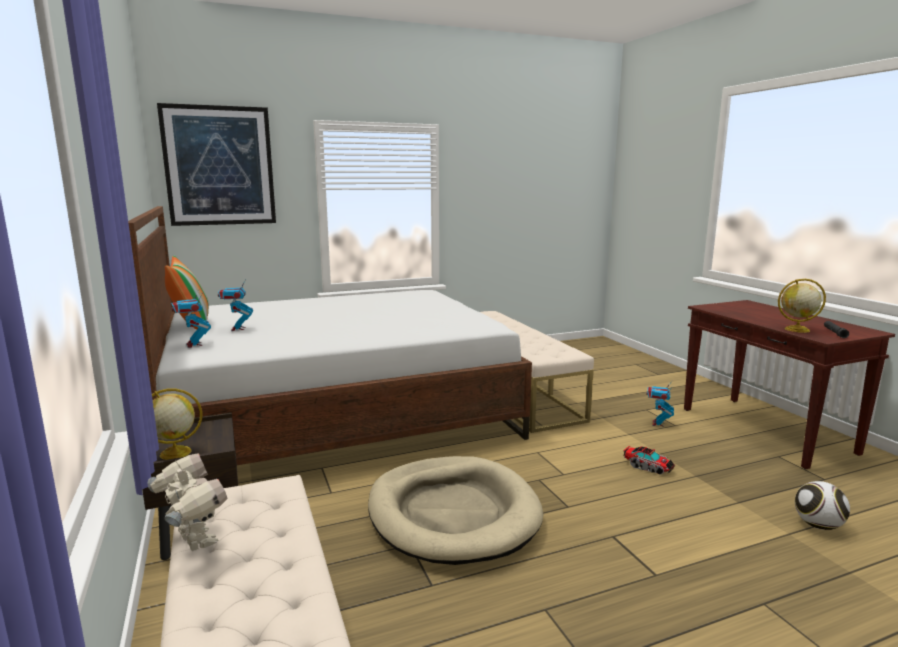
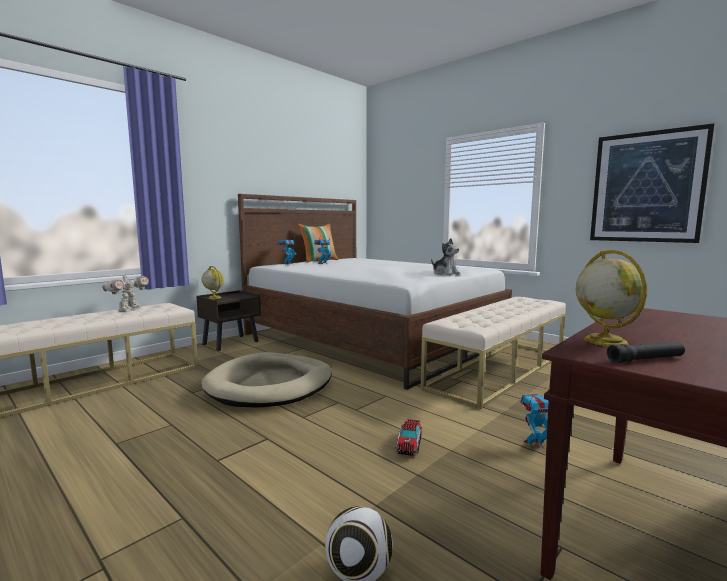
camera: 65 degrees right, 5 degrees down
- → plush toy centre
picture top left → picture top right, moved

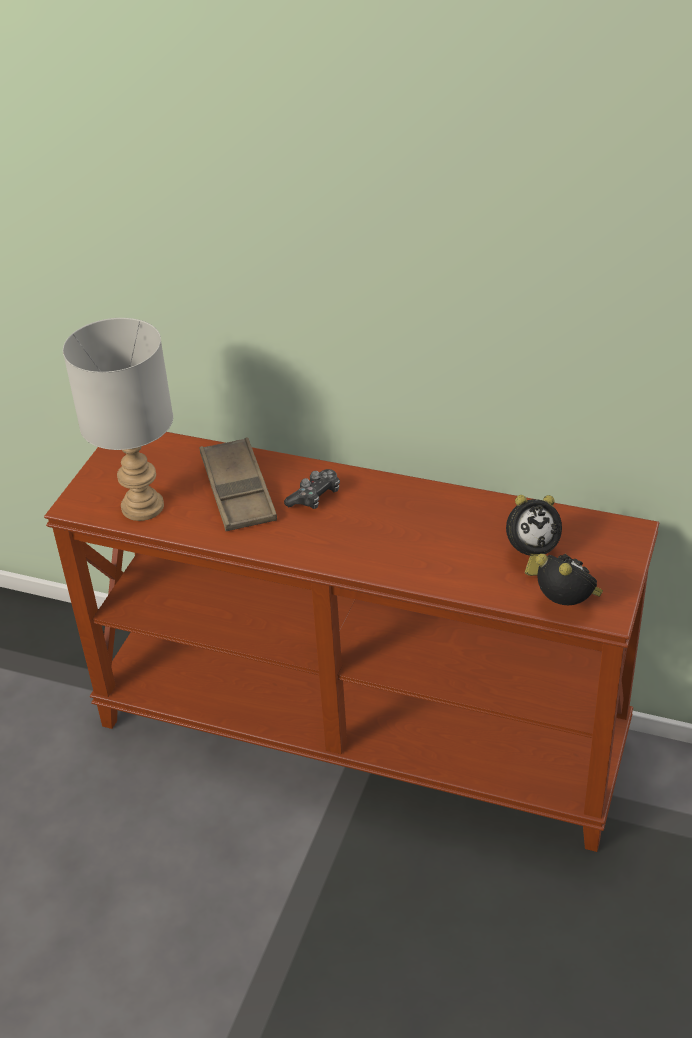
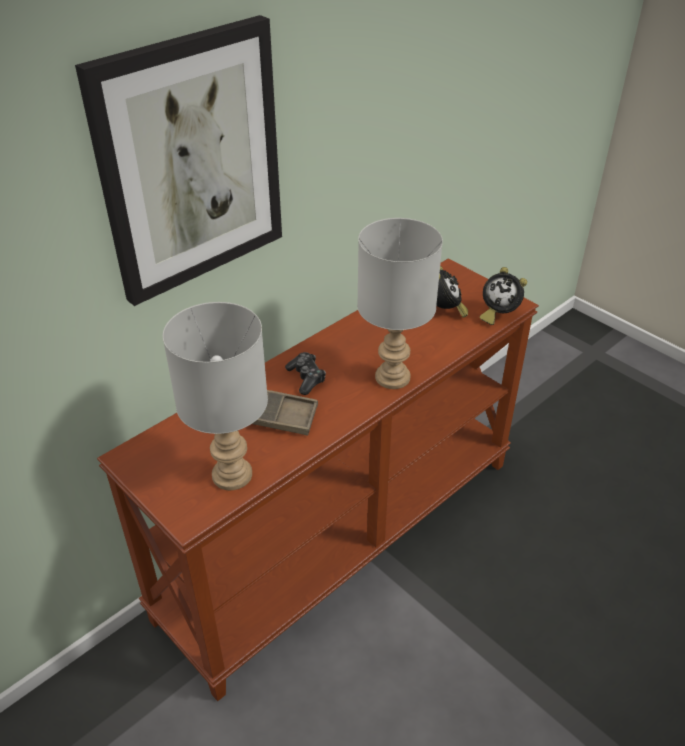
camera: 65 degrees left, 0 degrees up
- → picture top left
- → greyish lamp for a table (2nd from left) centre
bedside clock (2nd from left) middle right, 135 degrees counterclockwise

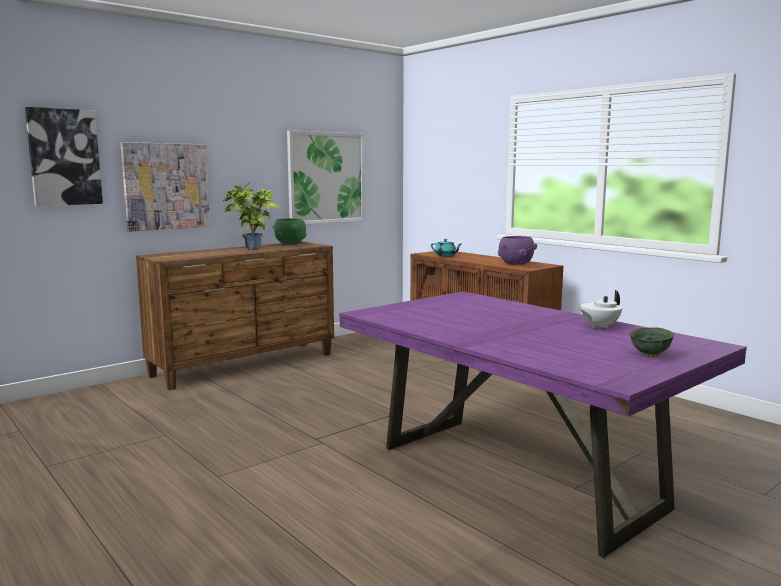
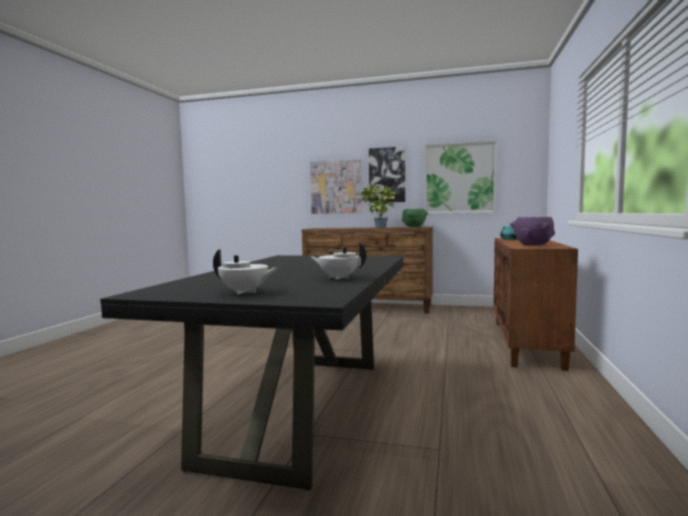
camera: 55 degrees right, 5 degrees down
picture (1st from left in the first image) top left → picture (2nd from left) centre, moved
green bowl (2nd from left) middle right → white-coloured teapot (1st from left) centre
purple kitchen table bottom right → black-coloured kitchen table bottom centre

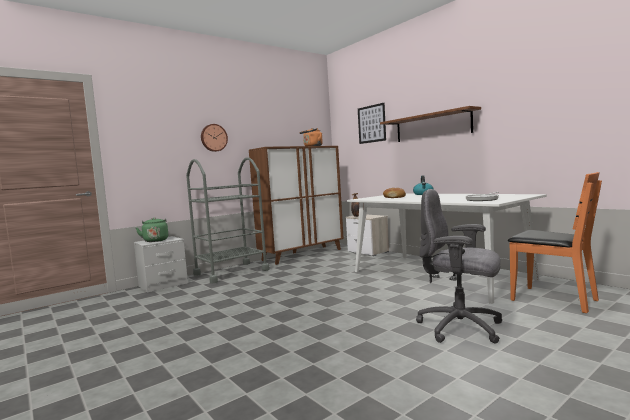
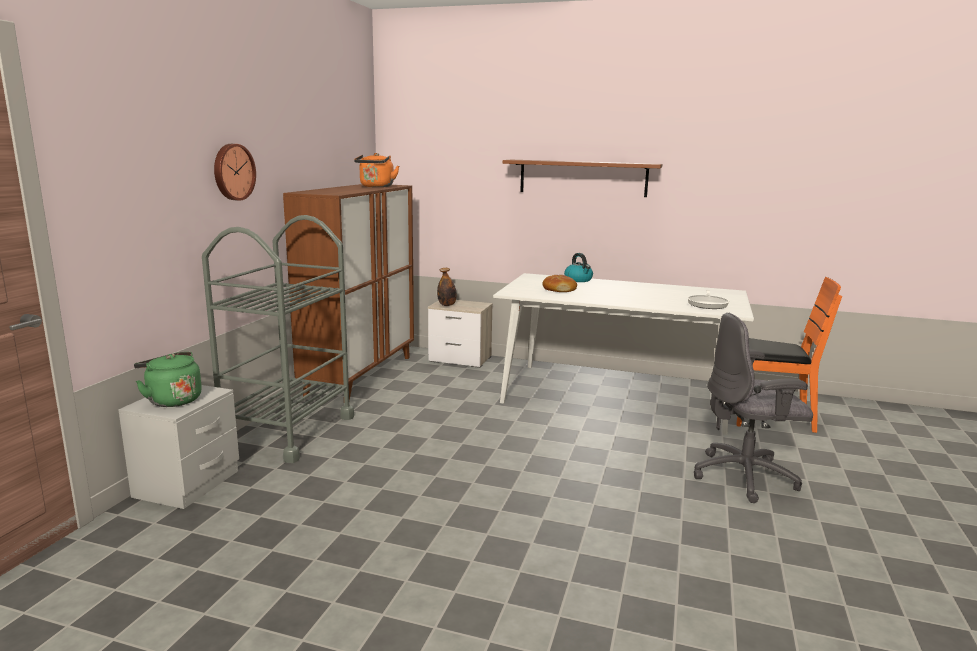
camera: 35 degrees left, 10 degrees up
picture top centre → -

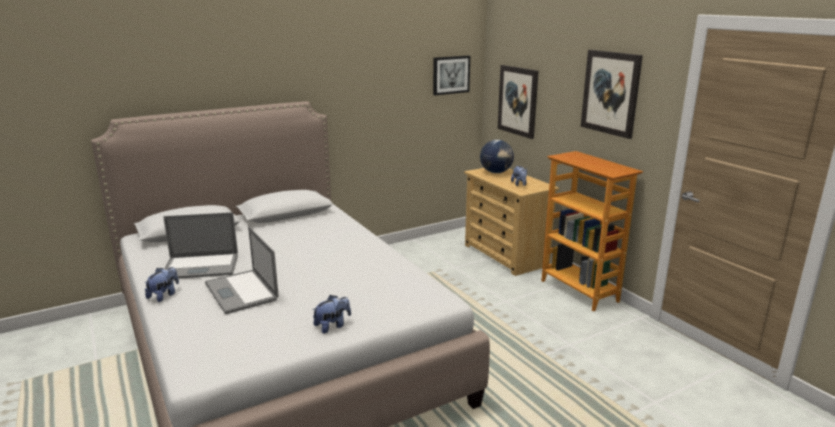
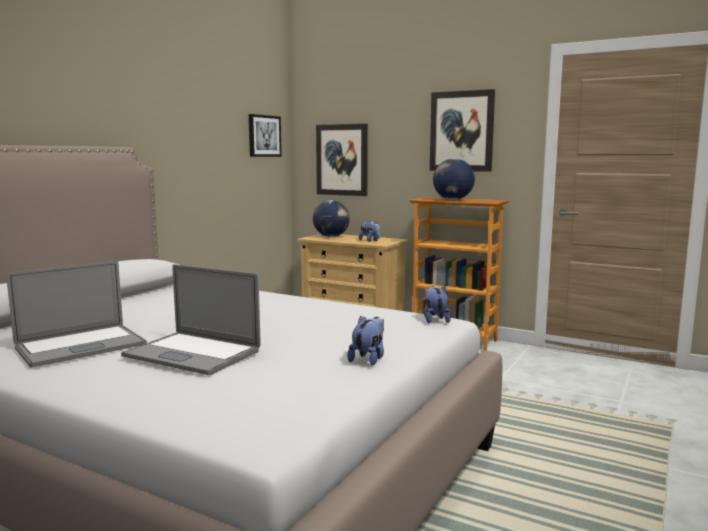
camera: 30 degrees left, 10 degrees down
- → world globe (2nd from left) centre
plush toy (1st from left in the first image) middle left → plush toy (3rd from left) centre, moved

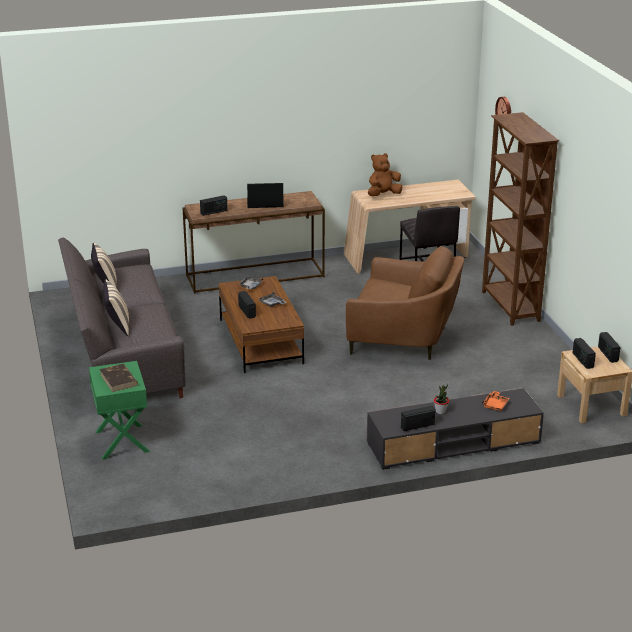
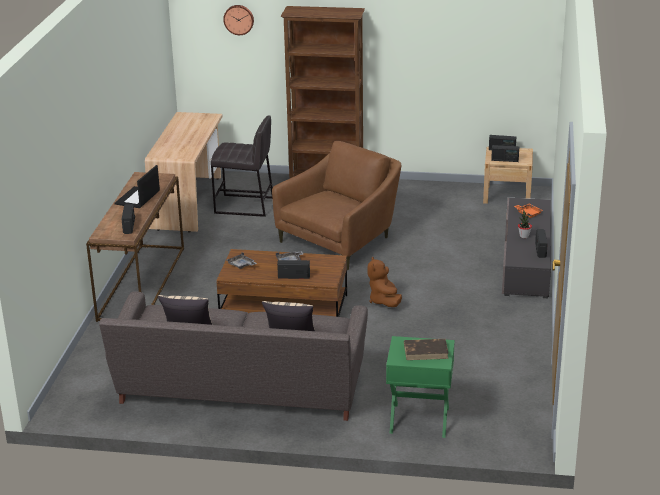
camera: 65 degrees left, 0 degrees up
brown plush toy top centre → brown plush toy centre, moved

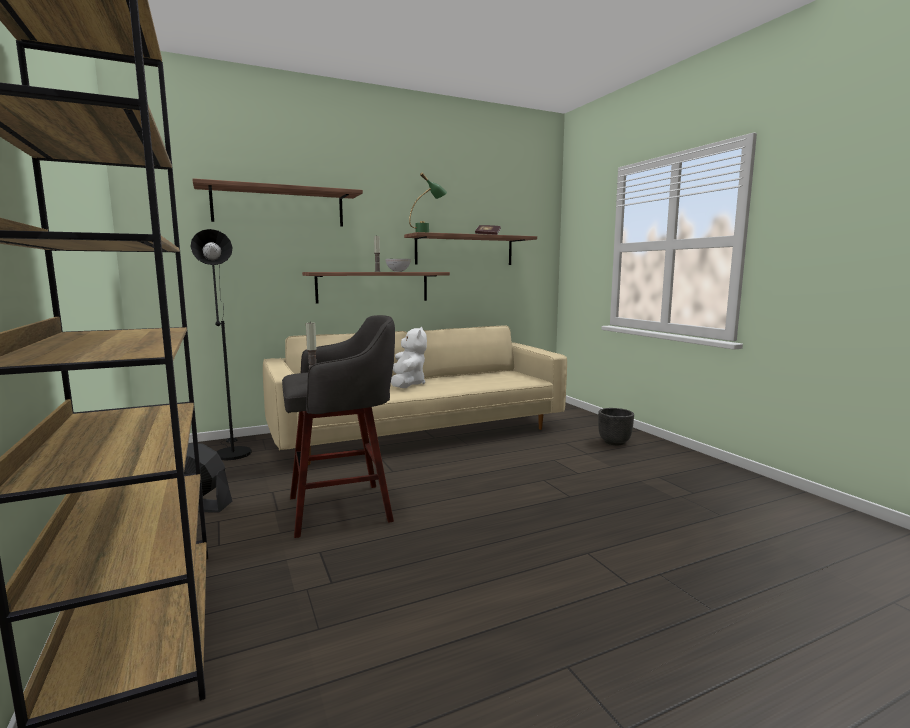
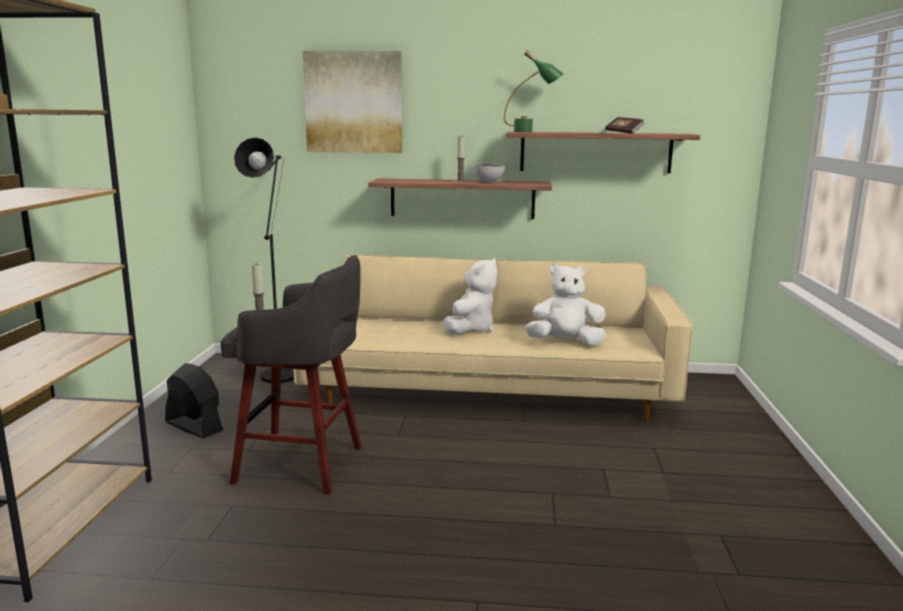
camera: 30 degrees right, 5 degrees up
black-coloured planter middle right → -
- → white-coloured plush toy (2nd from left) centre
bracket shelf (1st from left) top left → picture top centre

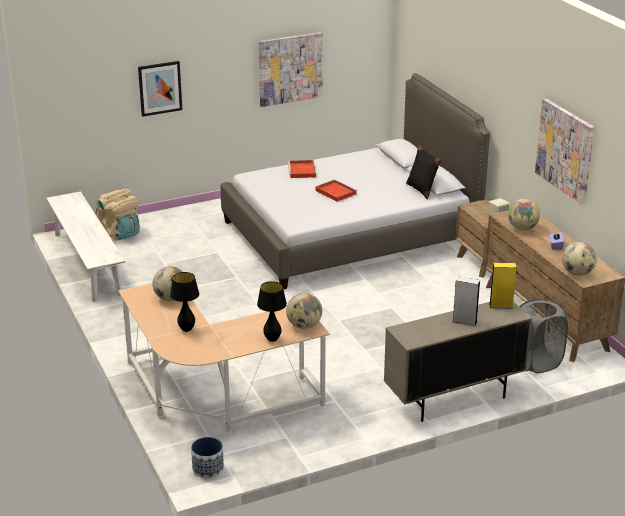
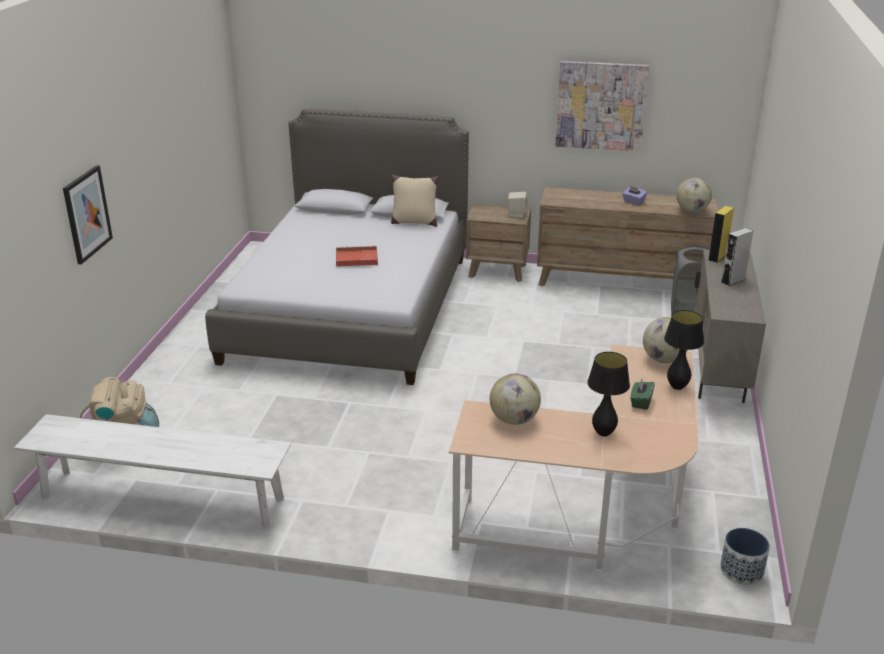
camera: 55 degrees left, 0 degrees up
picture (2nd from left) top centre → -
red carrying tray (1st from left) top centre → -
world globe (3rd from left) middle right → -
- → green tissue box middle right
black-coloured cushion middle right → beige-coloured cushion top centre

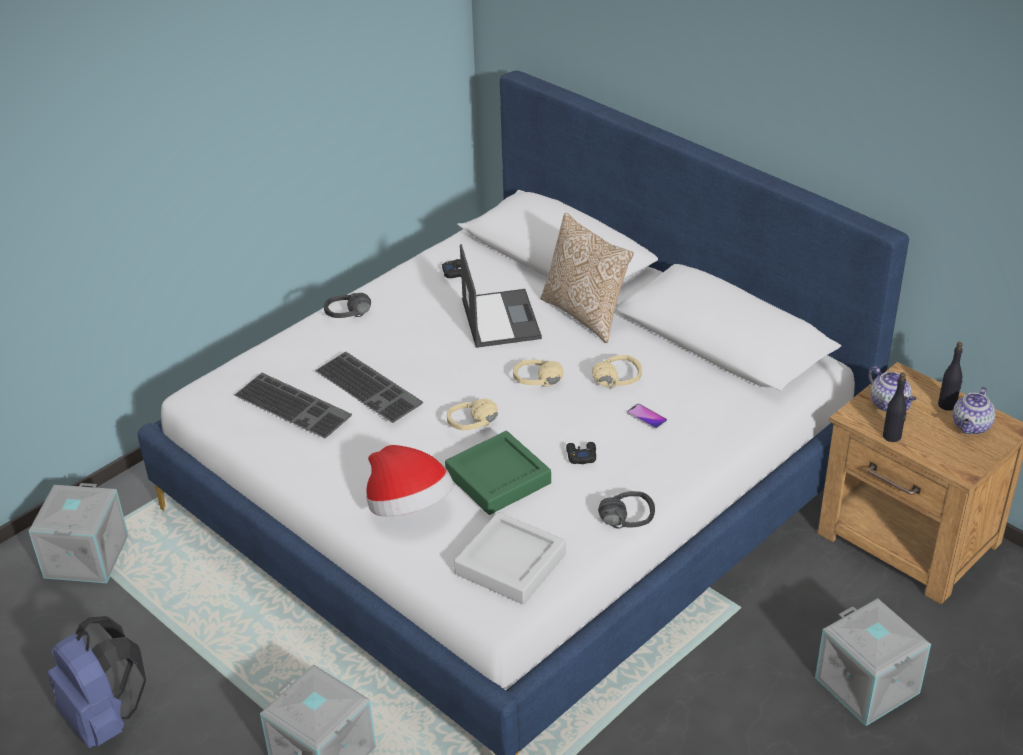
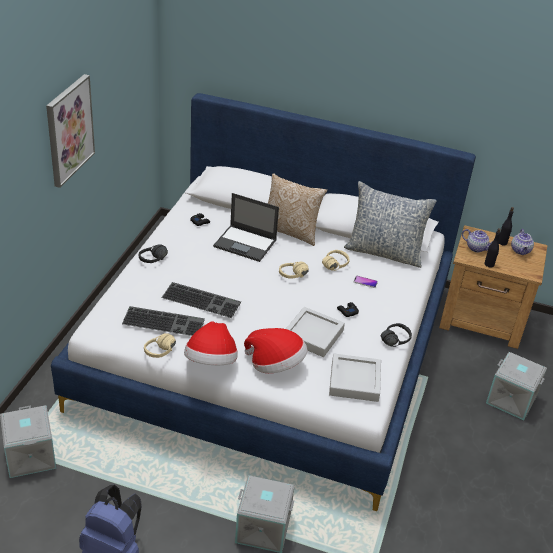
camera: 30 degrees left, 0 degrees up
- → picture top left
- → hat (1st from left) centre
- → cushion (2nd from left) middle right
beige-coloured headset (1st from left) centre → beige-coloured headset (1st from left) middle left, moved
green carrying tray centre → greyish carrying tray (1st from left) centre
portable computer centre, 150 degrees clockwise

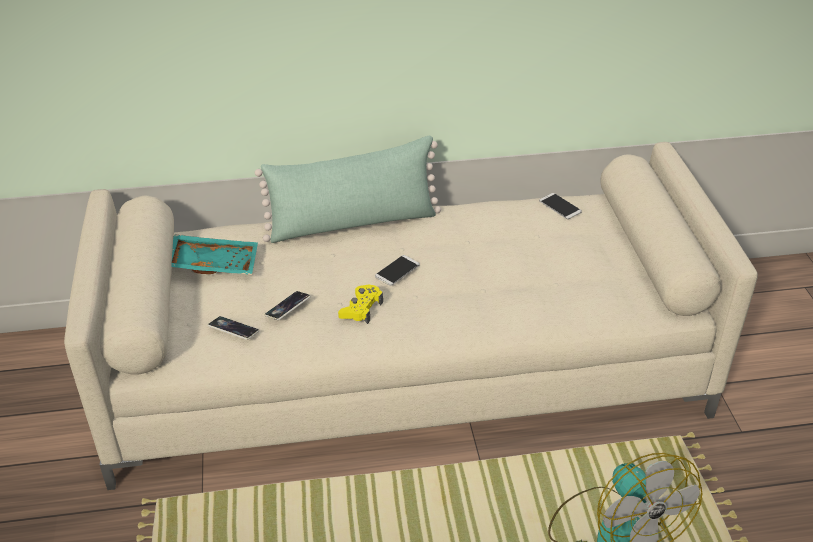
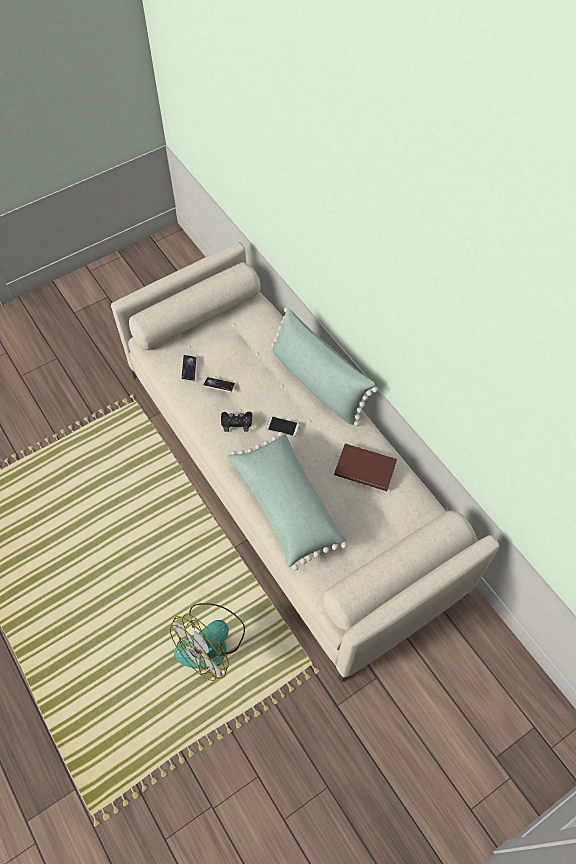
camera: 65 degrees right, 20 degrees up
turquoise carrying tray middle left → -
phone (4th from left) middle right → -
- → green cushion (1st from left) centre
- → brown bound book centre
yellow-coloured game controller centre → black-coloured game controller centre

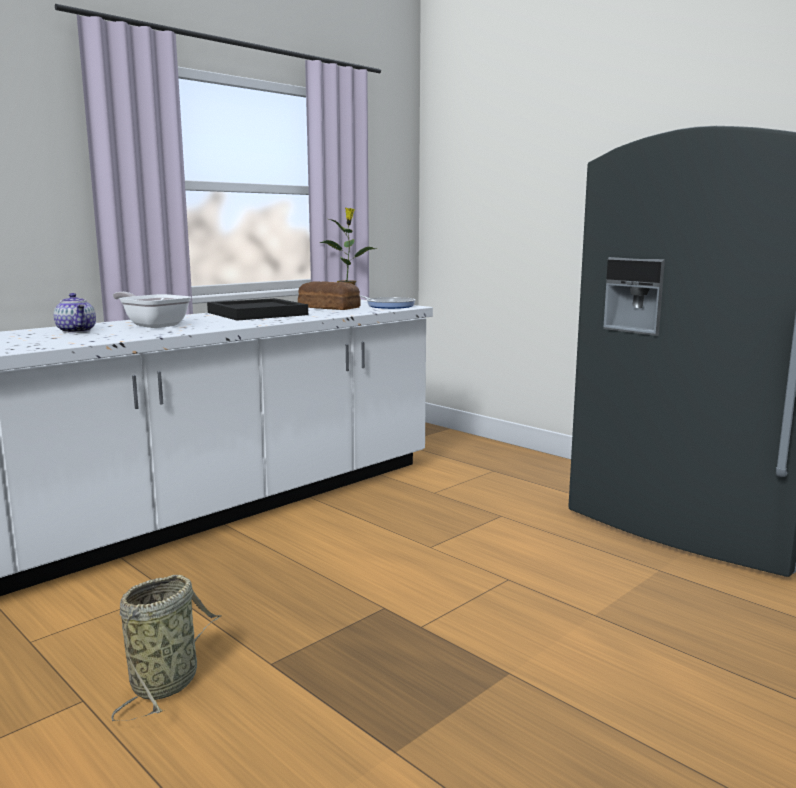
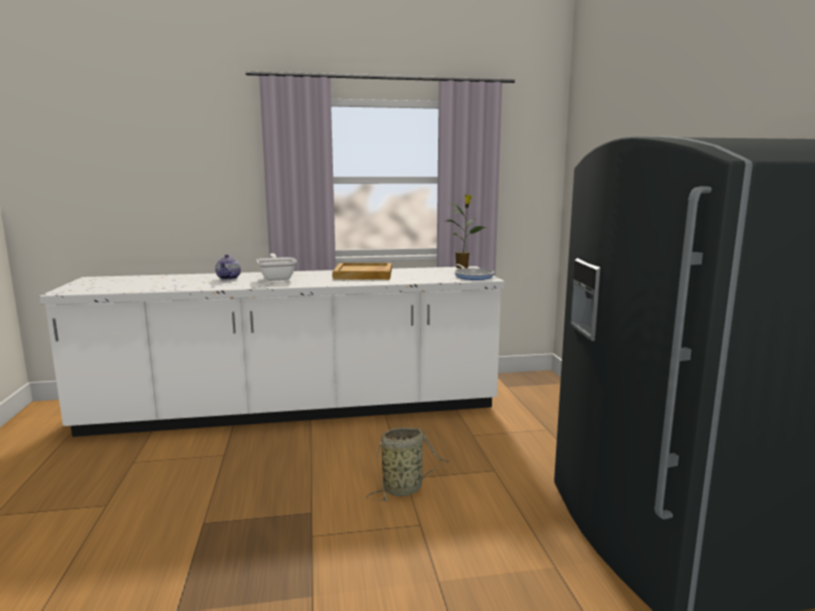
camera: 35 degrees right, 0 degrees up
baked bread centre → -
storage basket bottom left → storage basket bottom centre, moved
black-coloured carrying tray middle left → beige-coloured carrying tray centre

